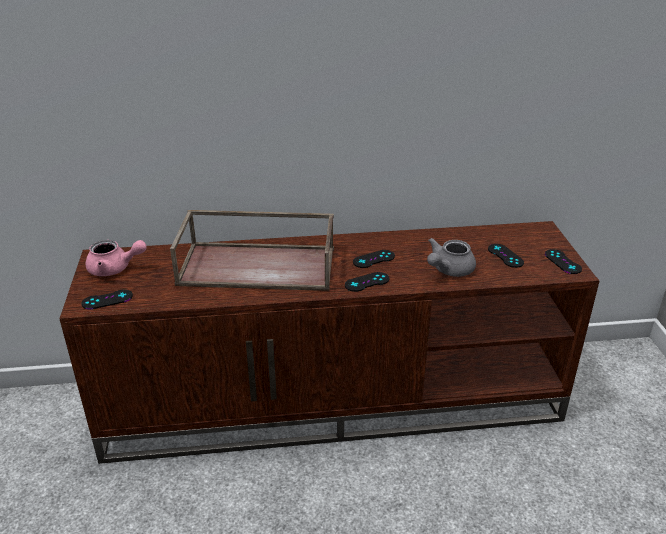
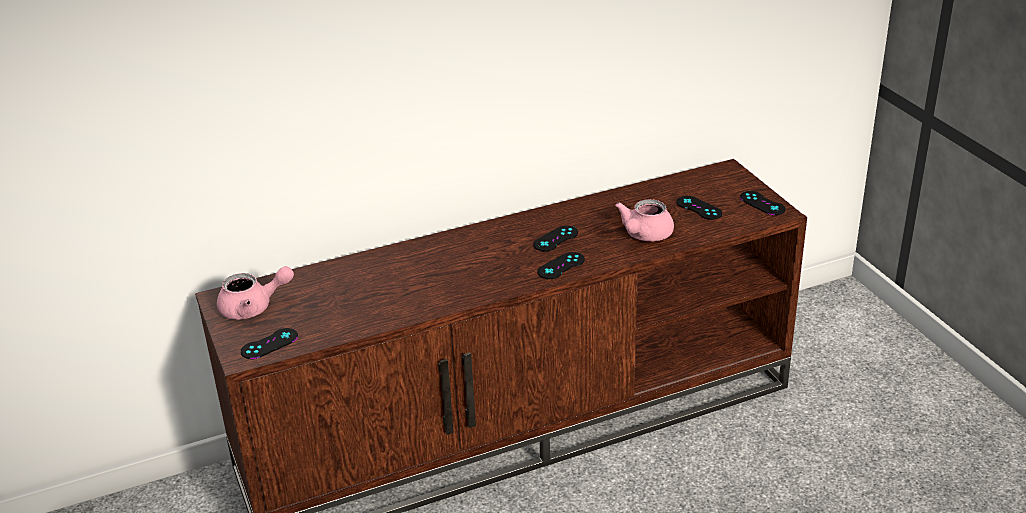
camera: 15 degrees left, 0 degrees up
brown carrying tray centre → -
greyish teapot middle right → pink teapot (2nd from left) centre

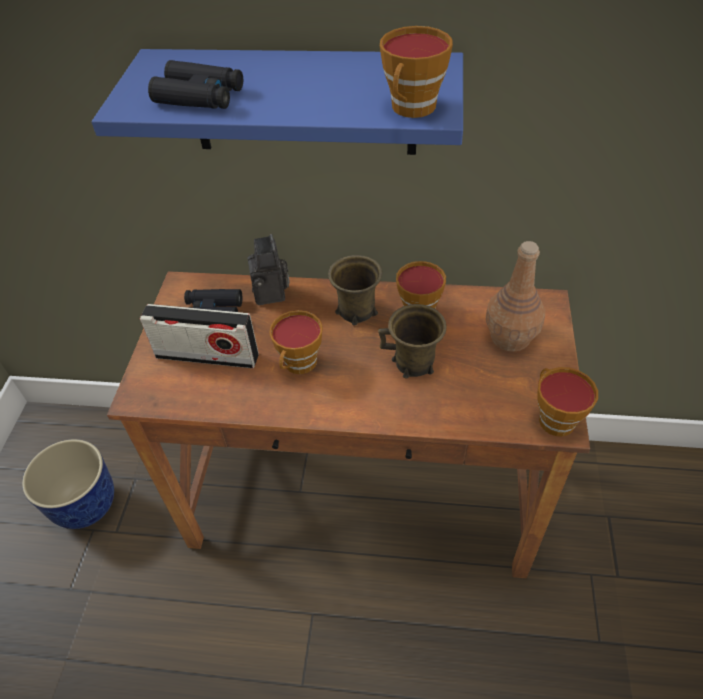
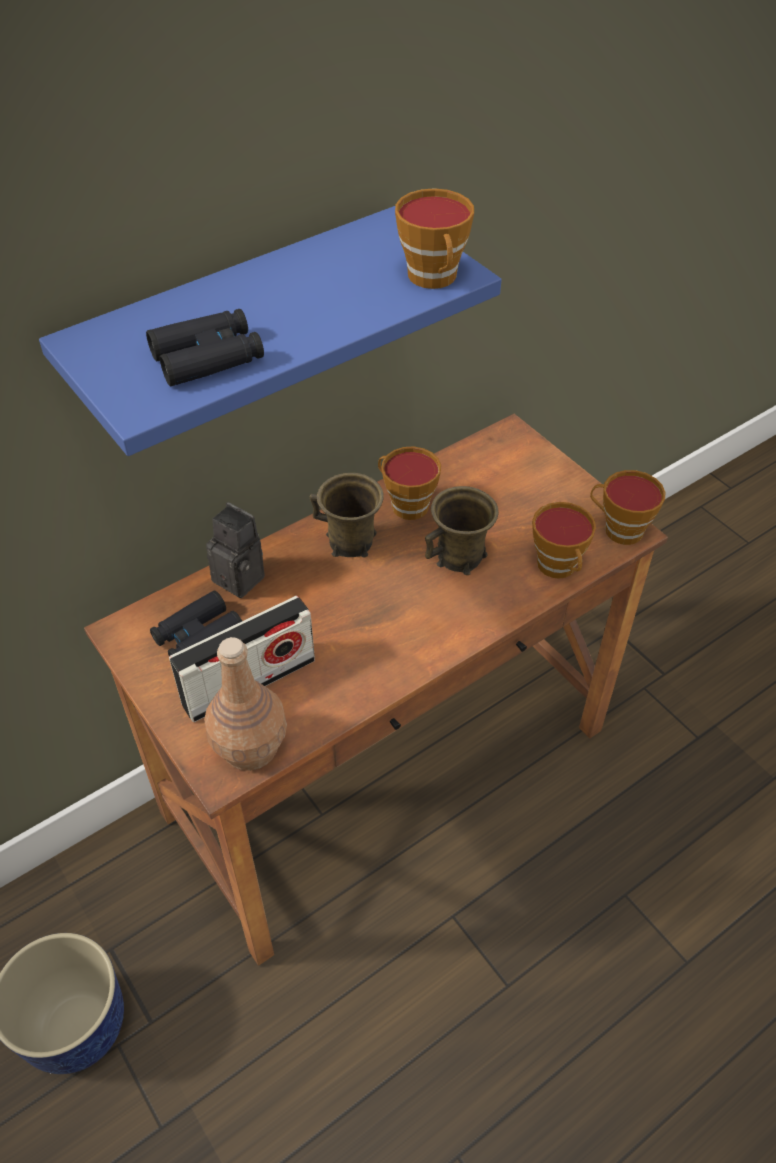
camera: 45 degrees left, 0 degrees up
drinking cup (1st from left in the first image) centre → drinking cup (3rd from left) middle right, moved
brown bottle middle right → brown bottle middle left, moved

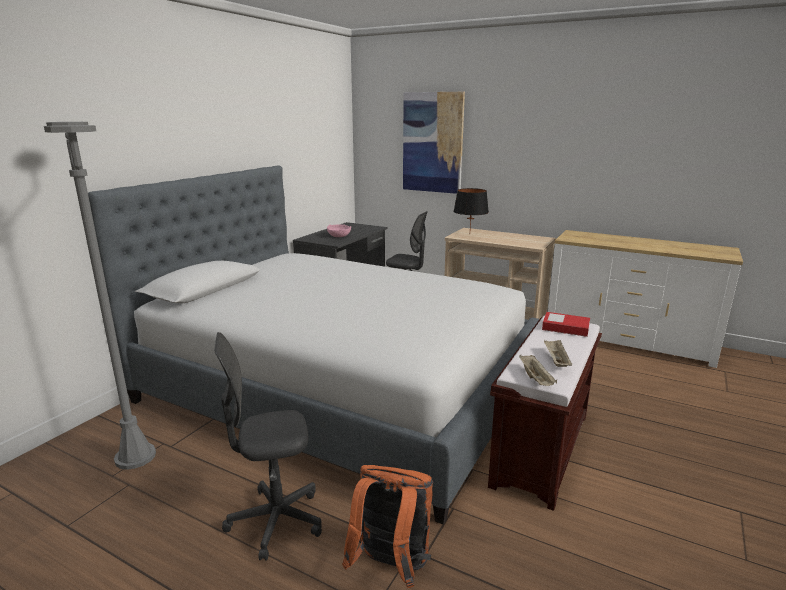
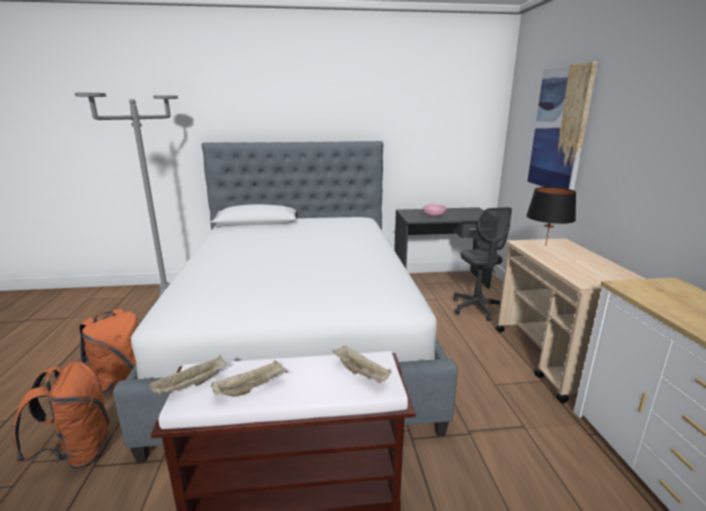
camera: 55 degrees right, 0 degrees up
greyish office chair (1st from left) bottom centre → orange backpack (2nd from left) bottom left
bound book middle right → beige-coloured carrying tray (3rd from left) bottom centre

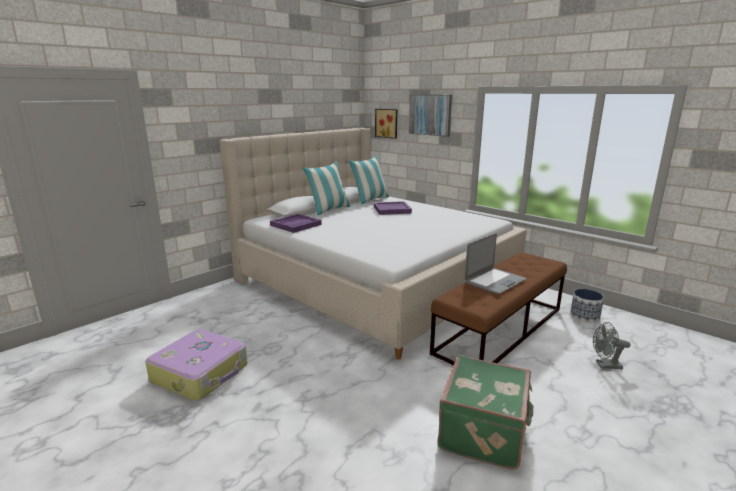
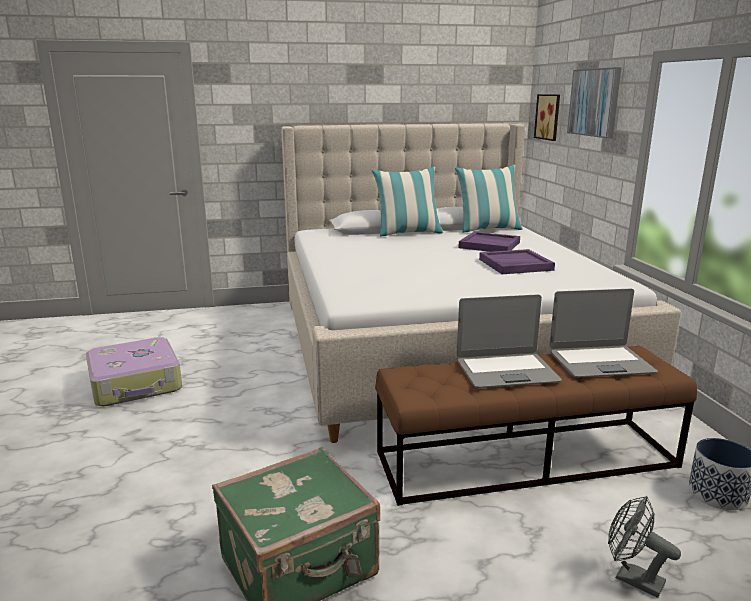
camera: 35 degrees right, 0 degrees up
- → portable computer (2nd from left) middle right
purple carrying tray (1st from left in the first image) centre → purple carrying tray (2nd from left) middle right, moved

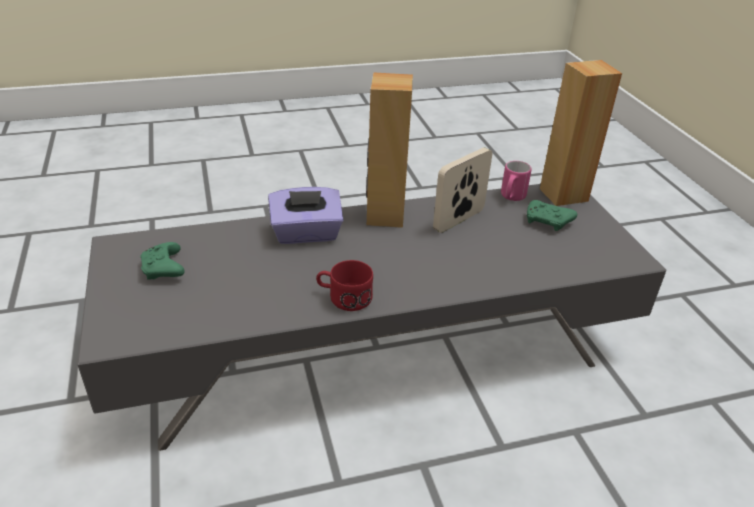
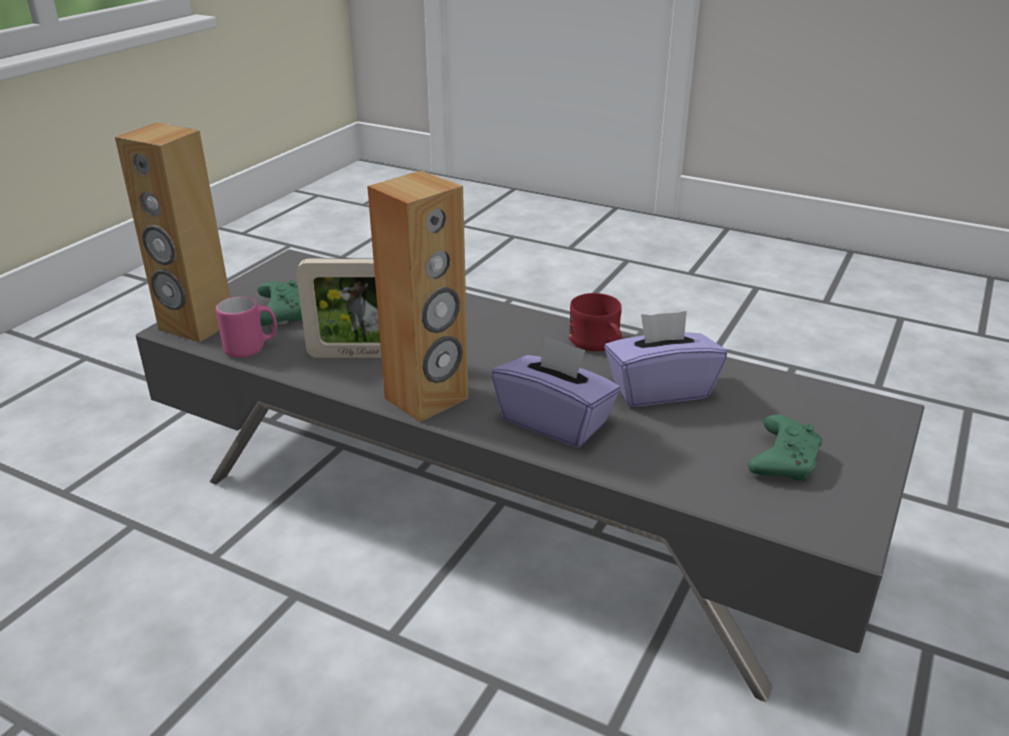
camera: 135 degrees left, 5 degrees down
- → purple tissue box (2nd from left) centre

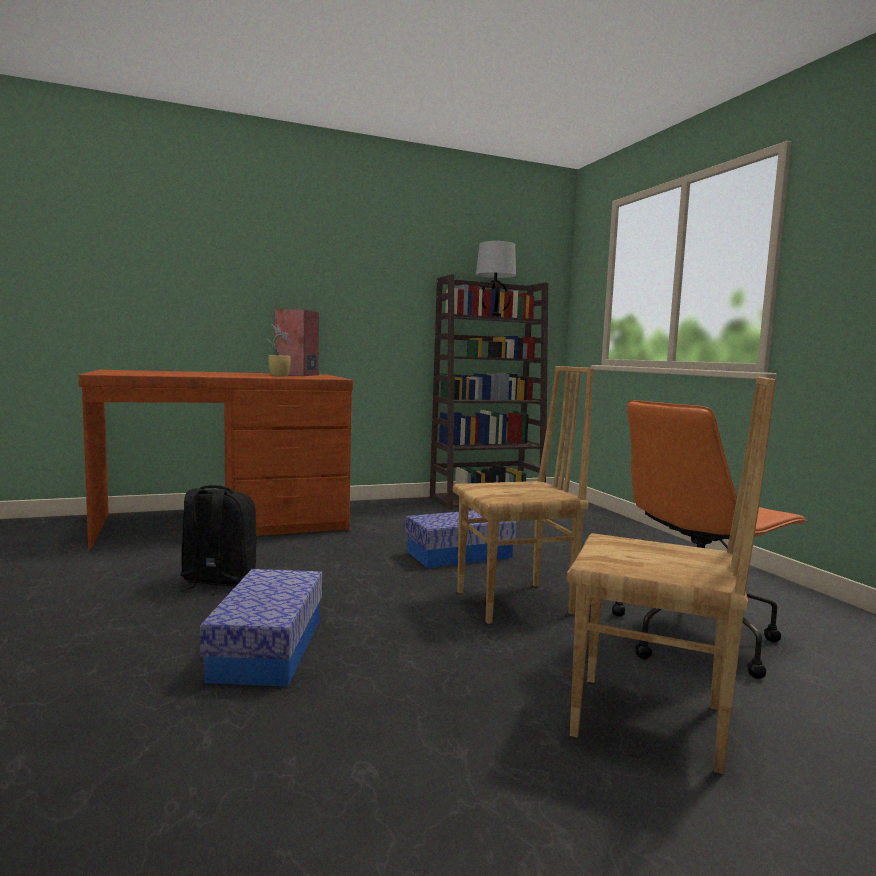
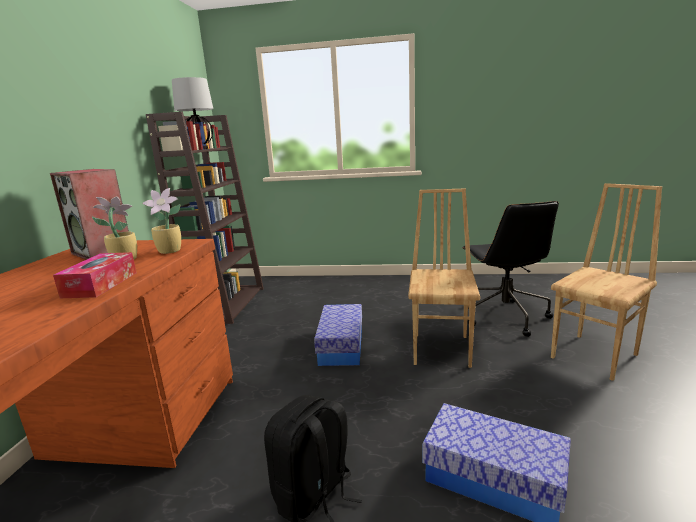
camera: 60 degrees left, 10 degrees up
- → tissue box middle left
- → potted plant (2nd from left) middle left
orange office chair middle right → black-coloured office chair middle right

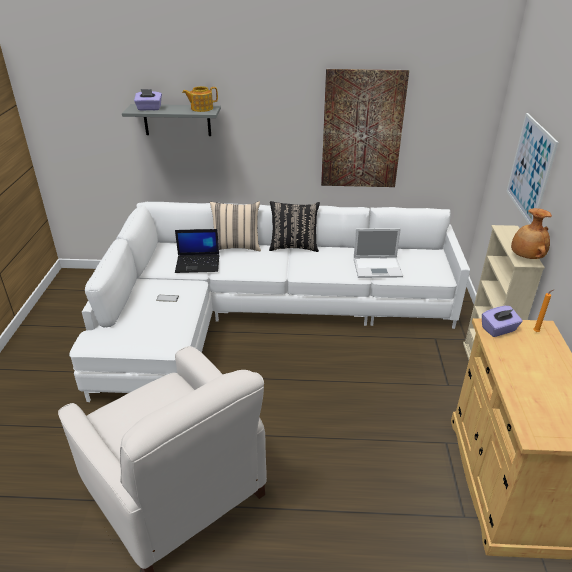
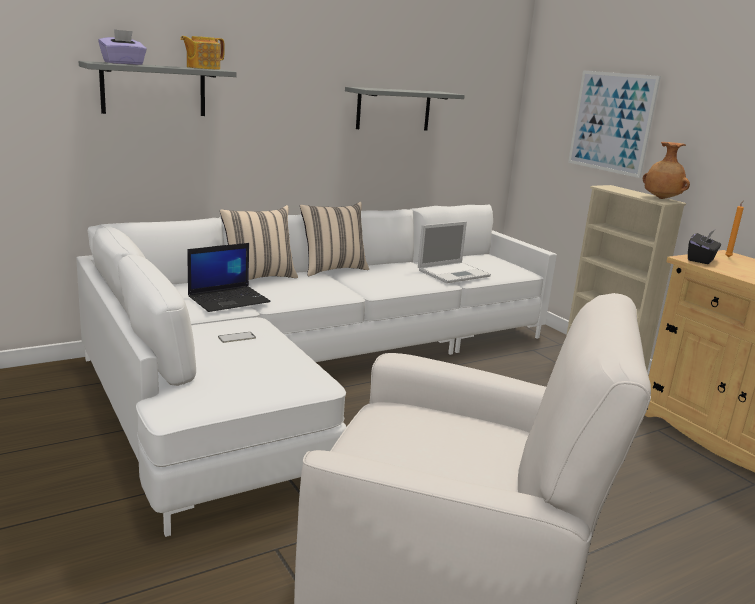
camera: 35 degrees left, 15 degrees down
picture (1st from left) top centre → greyish bracket shelf (2nd from left) top centre
black-coloured cushion centre → beige-coloured cushion (2nd from left) centre
purple tissue box (2nd from left) middle right → black-coloured tissue box middle right

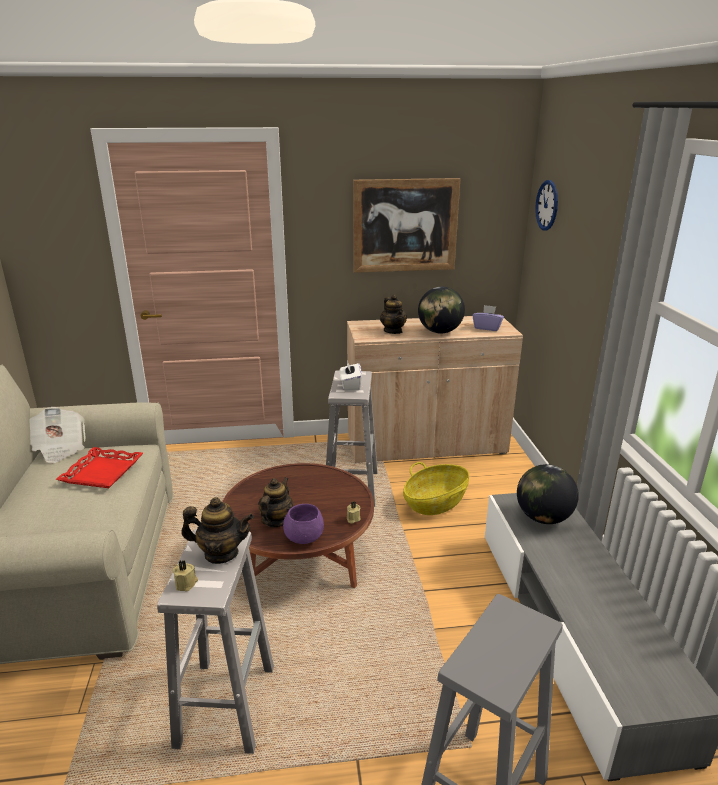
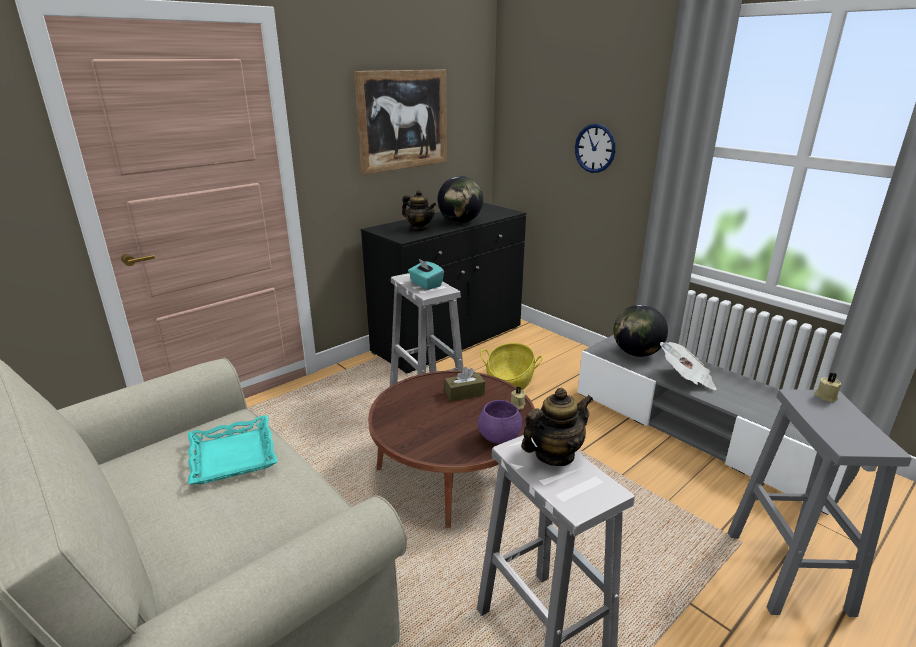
camera: 35 degrees left, 0 degrees up
teapot (2nd from left) centre → -
purple tissue box middle right → -
- → brown tissue box centre
printed paper middle left → printed paper middle right, moved
beige-coloured wax candle (1st from left in the first image) bottom left → beige-coloured wax candle (2nd from left) middle right, moved
wall clock top right → wall clock top centre, moved
red carrying tray middle left → turquoise carrying tray bottom left
white-coloured tissue box centre → turquoise tissue box centre
beige-coloured cupboard centre → black-coloured cupboard centre

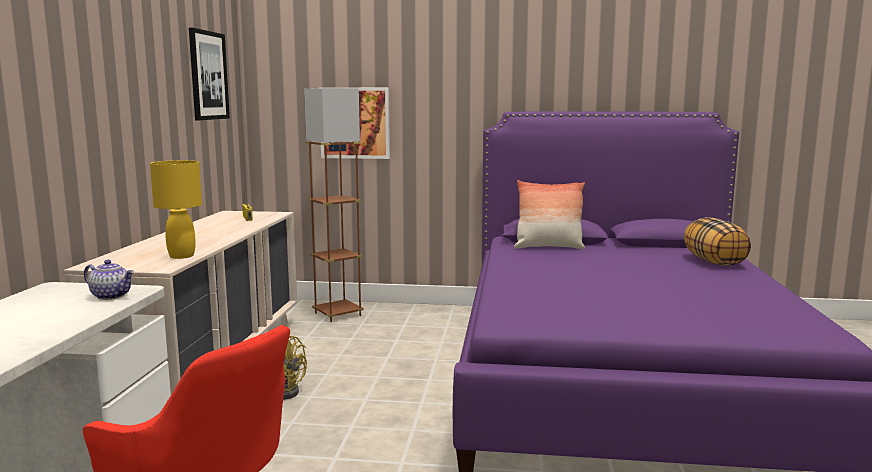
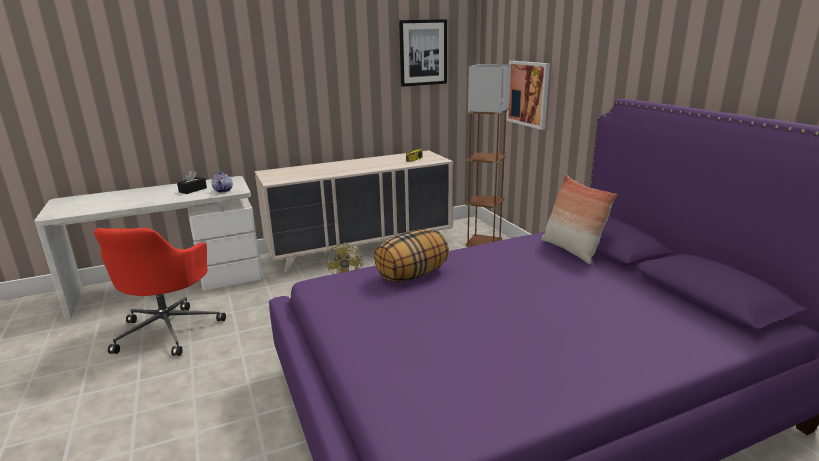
camera: 60 degrees right, 10 degrees up
yellow-coloured lamp for a table middle left → -
- → black-coloured tissue box middle left
cushion (2nd from left in the first image) middle right → cushion (1st from left) centre, moved

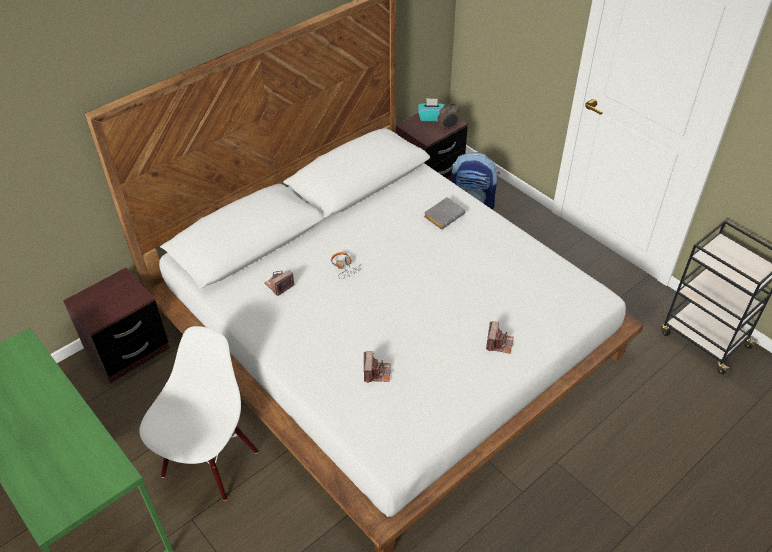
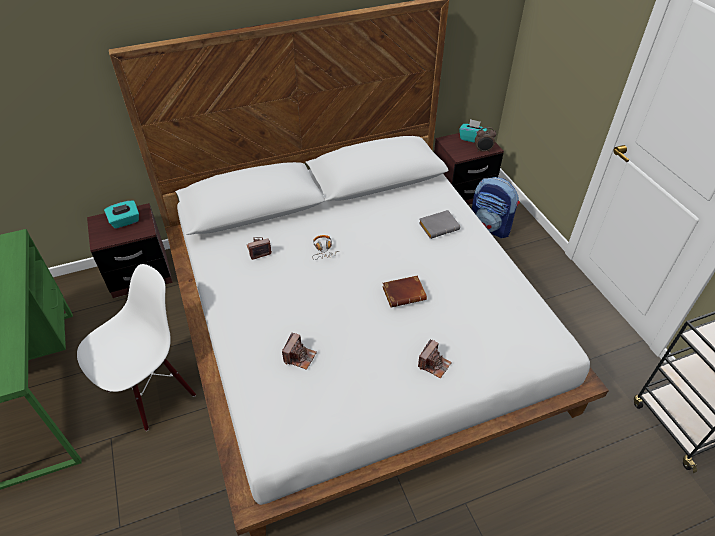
camera: 20 degrees right, 0 degrees up
- → turquoise tissue box (1st from left) middle left
- → brown bound book centre

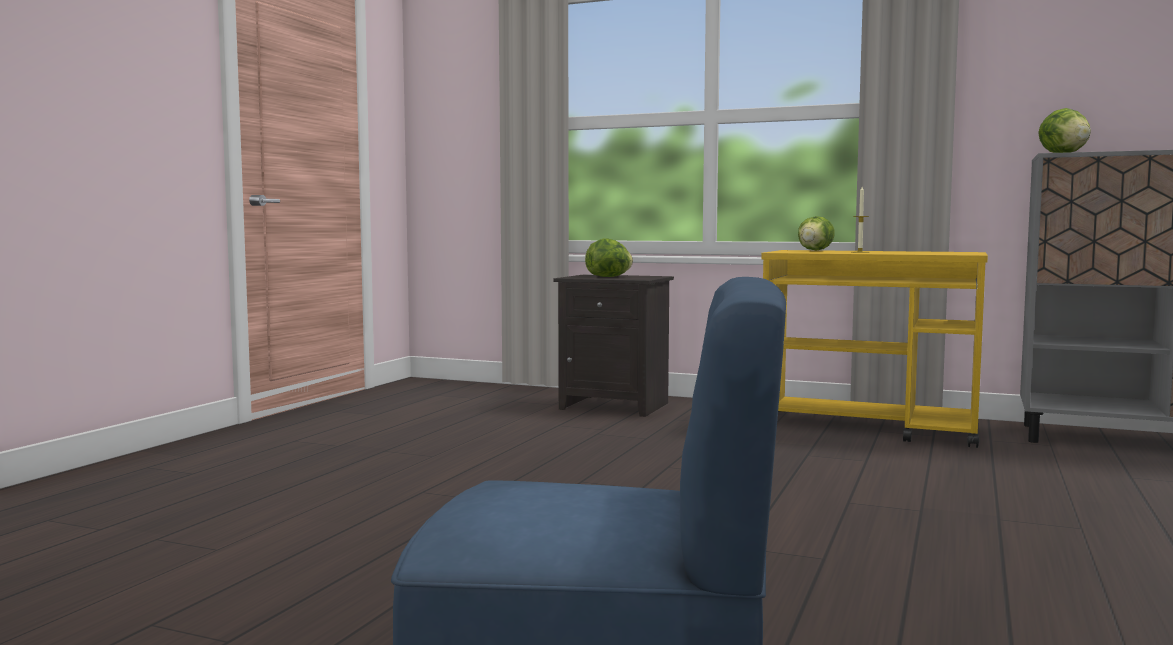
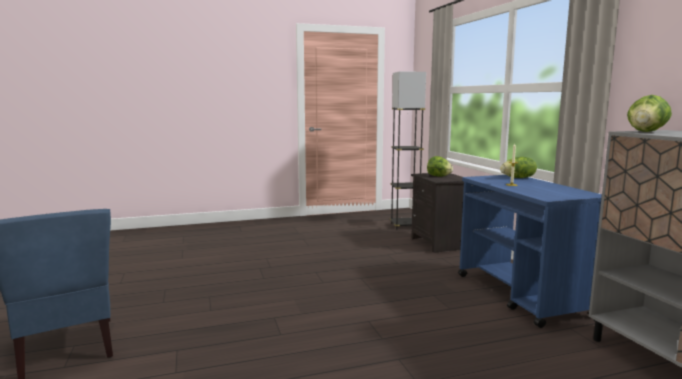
camera: 50 degrees right, 5 degrees up
- → greyish standing lamp centre
yellow-coloured wheeled cart middle right → blue-coloured wheeled cart middle right

